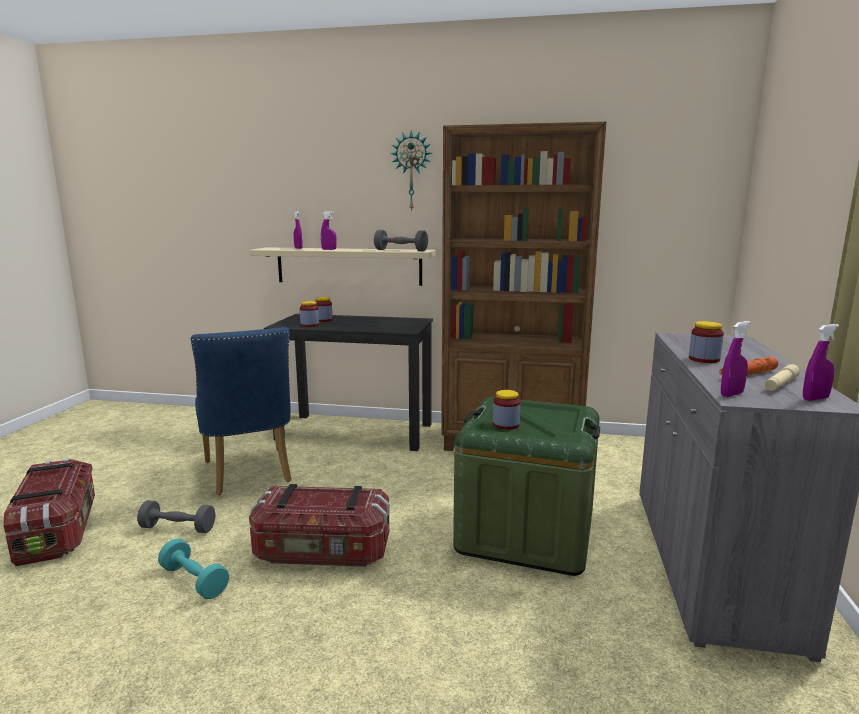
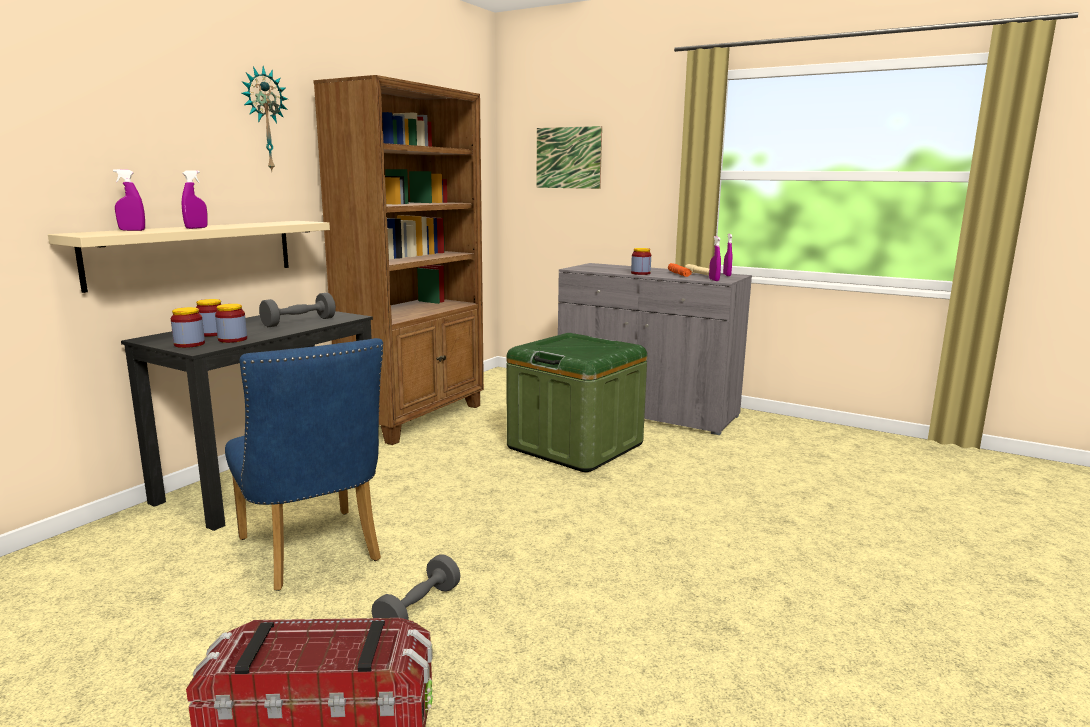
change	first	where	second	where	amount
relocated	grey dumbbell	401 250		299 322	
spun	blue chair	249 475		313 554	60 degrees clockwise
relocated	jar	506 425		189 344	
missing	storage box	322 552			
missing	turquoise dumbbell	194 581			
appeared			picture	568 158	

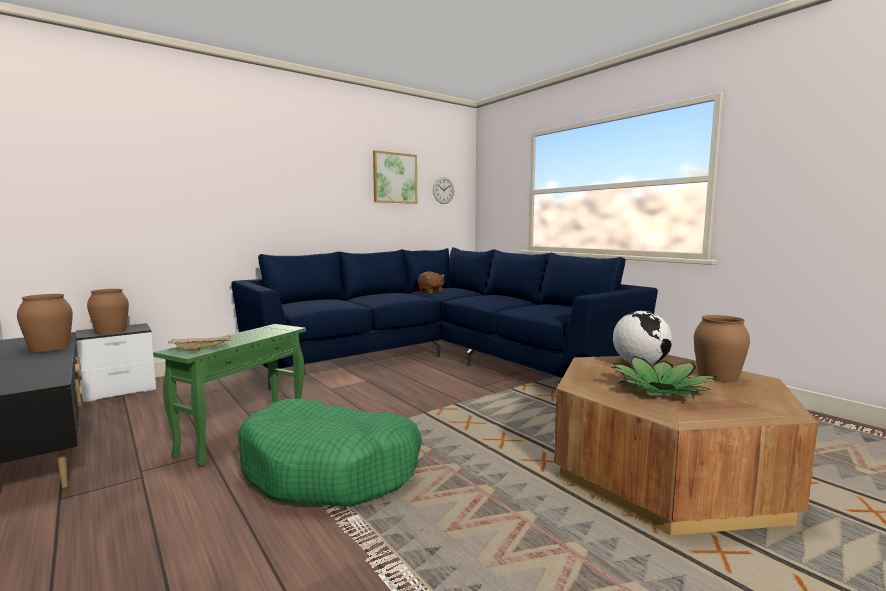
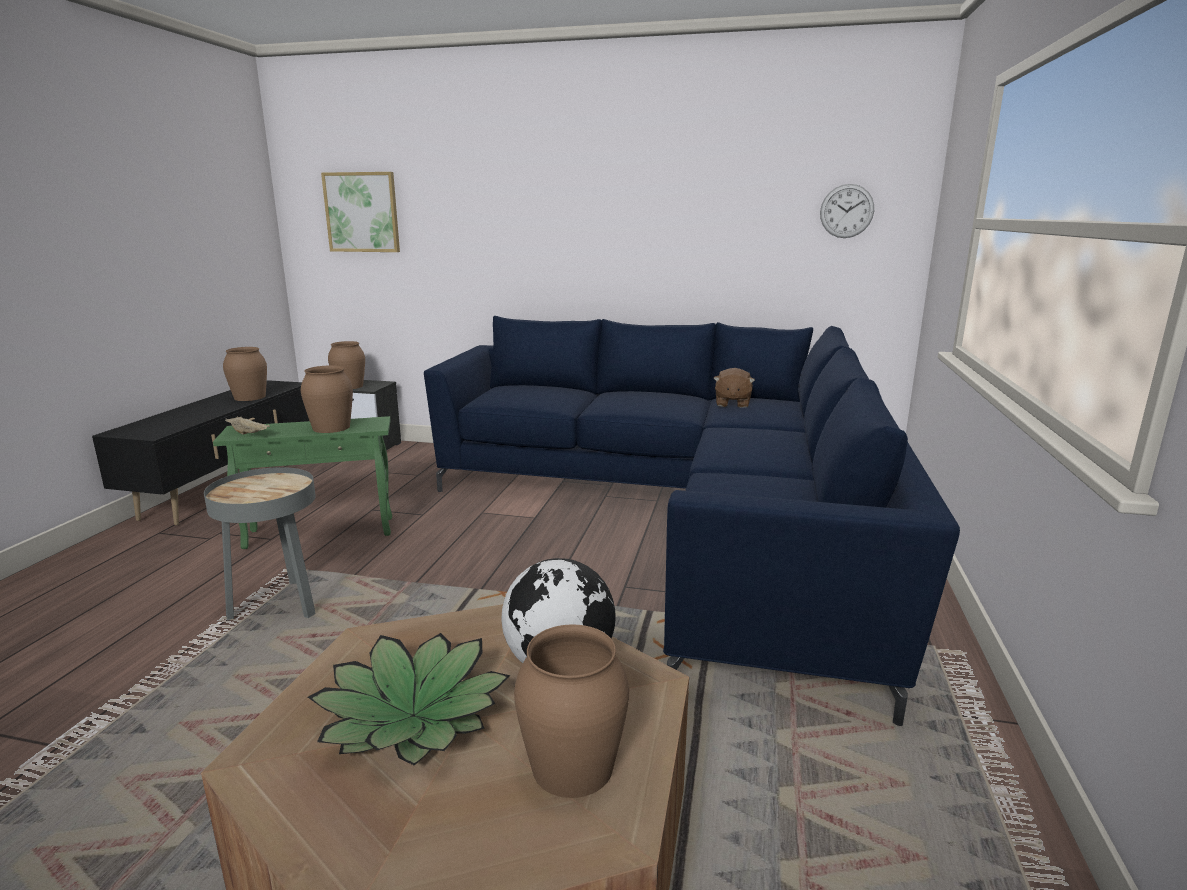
change	first	where	second	where	amount
relocated	picture	395 178		362 212	
exchanged	green dog bed	331 470	grey side table	278 605	
appeared			brown vase	331 427	

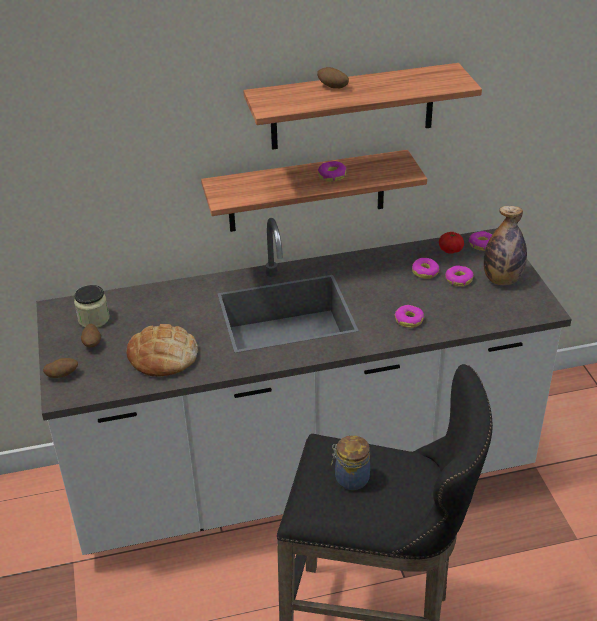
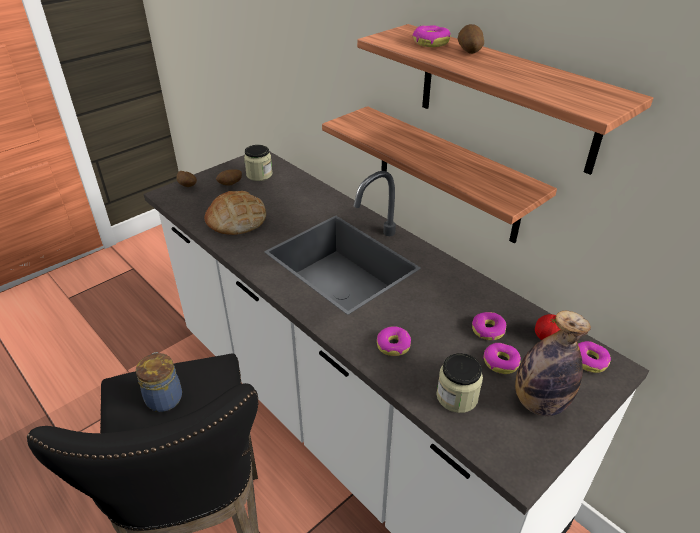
change	first	where	second	where	amount
relocated	donut	332 176		430 42	
appeared			jar	457 396	

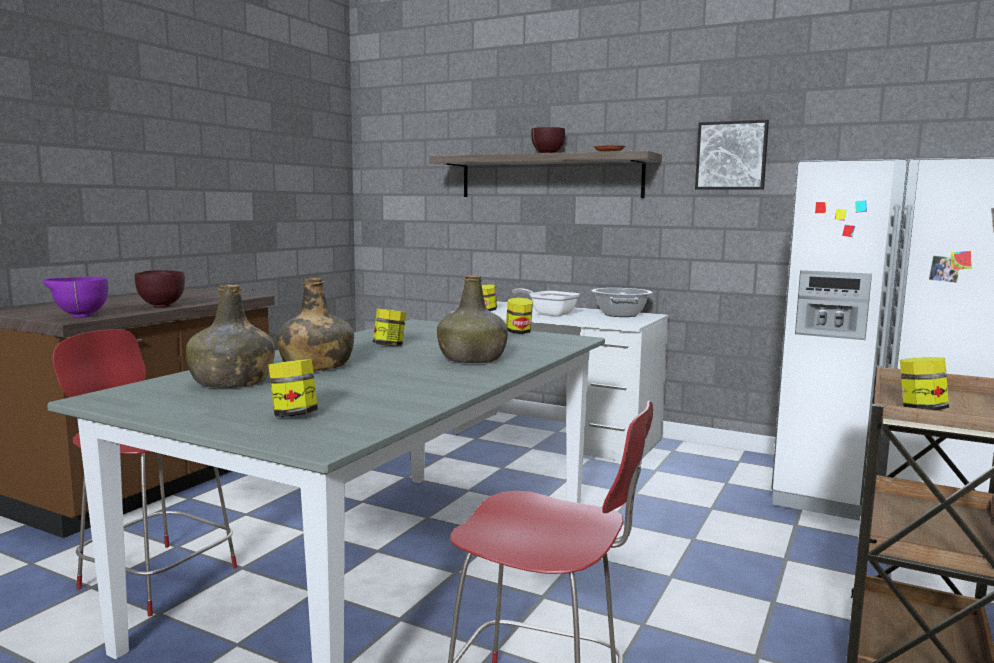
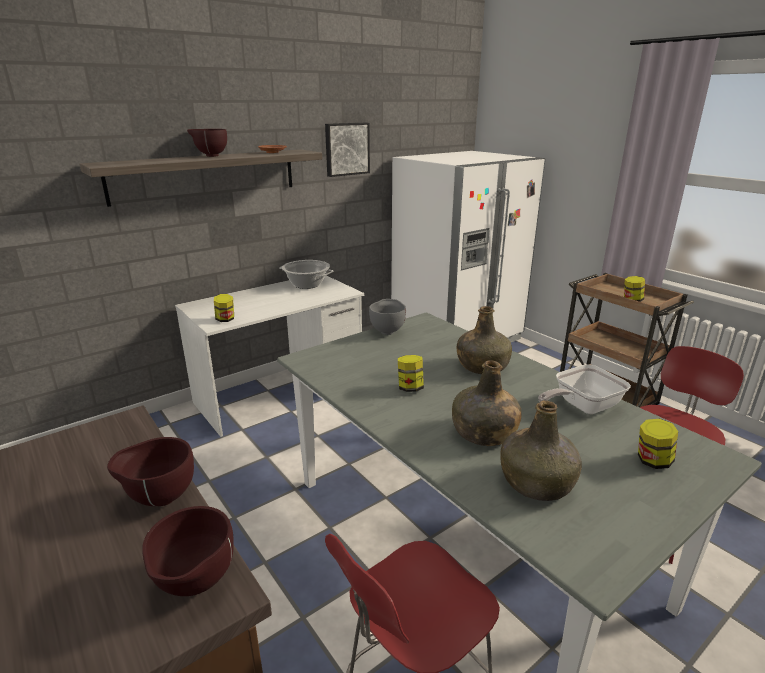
change	first	where	second	where	amount
colour	purple bowl	78 316	brown bowl	195 585	
relocated	frying pan	549 314		581 406	
exchanged	jar	519 332	grey bowl	387 331	

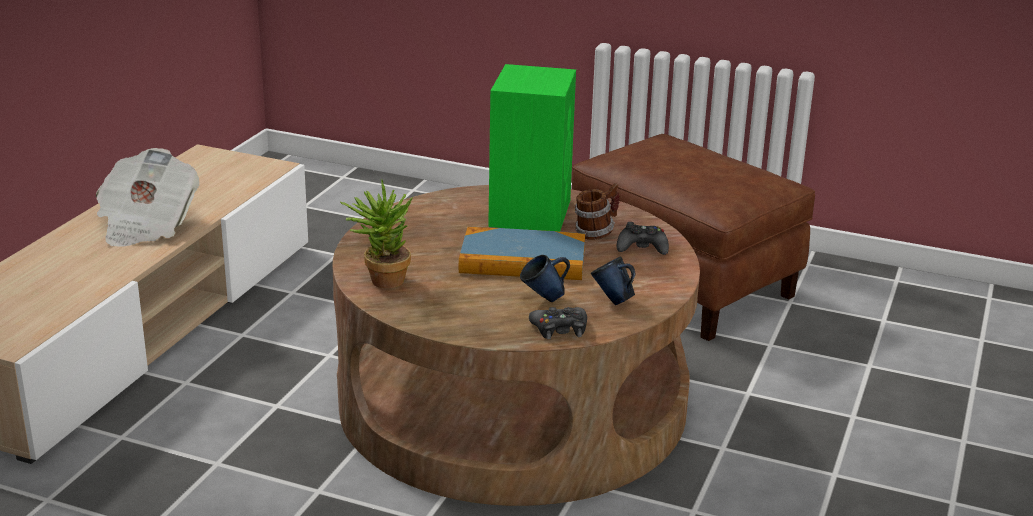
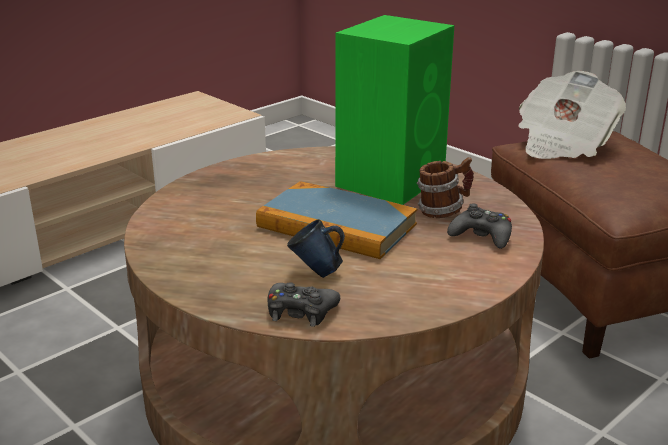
change	first	where	second	where	amount
relocated	newspaper	146 225		563 143	
missing	potted plant	380 280			
missing	blue mug	613 301			

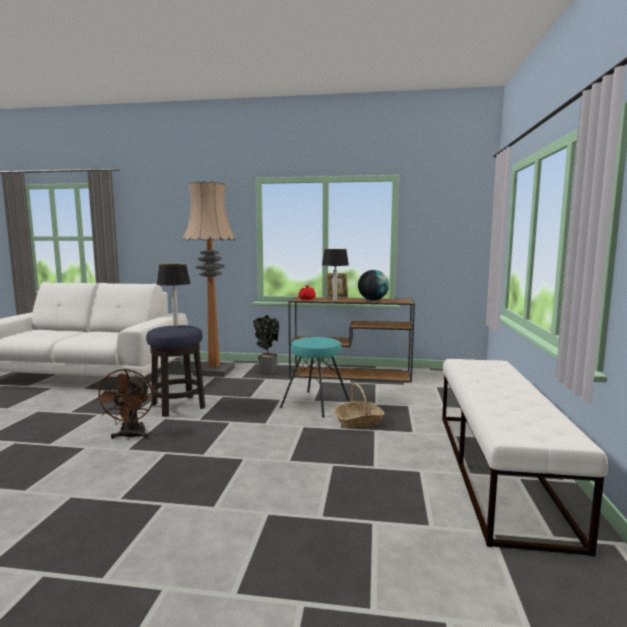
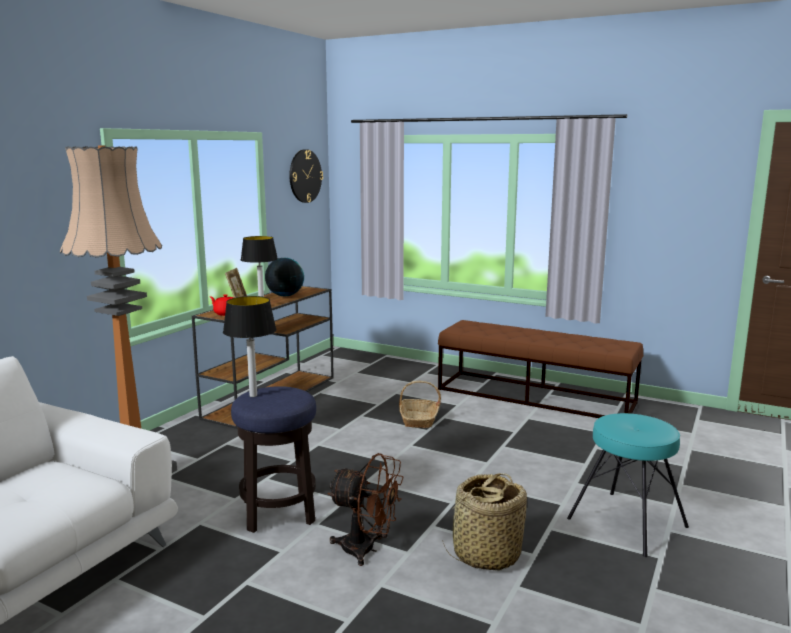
change	first	where	second	where	amount
missing	potted plant	266 372			
relocated	turquoise stool	316 403		627 522	
colour	white bench	497 469	brown bench	535 396	
appeared			wall clock	305 176	
appeared			basket	486 554	

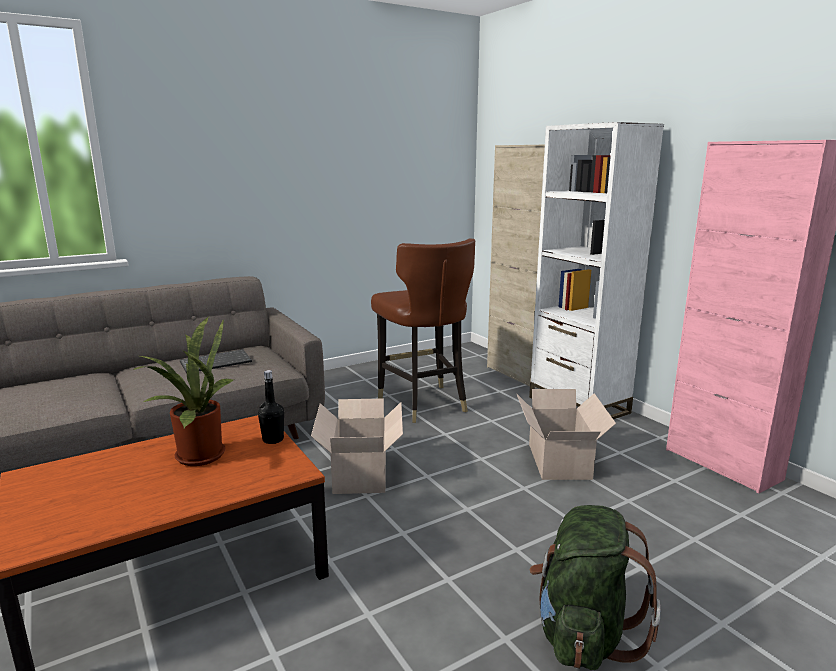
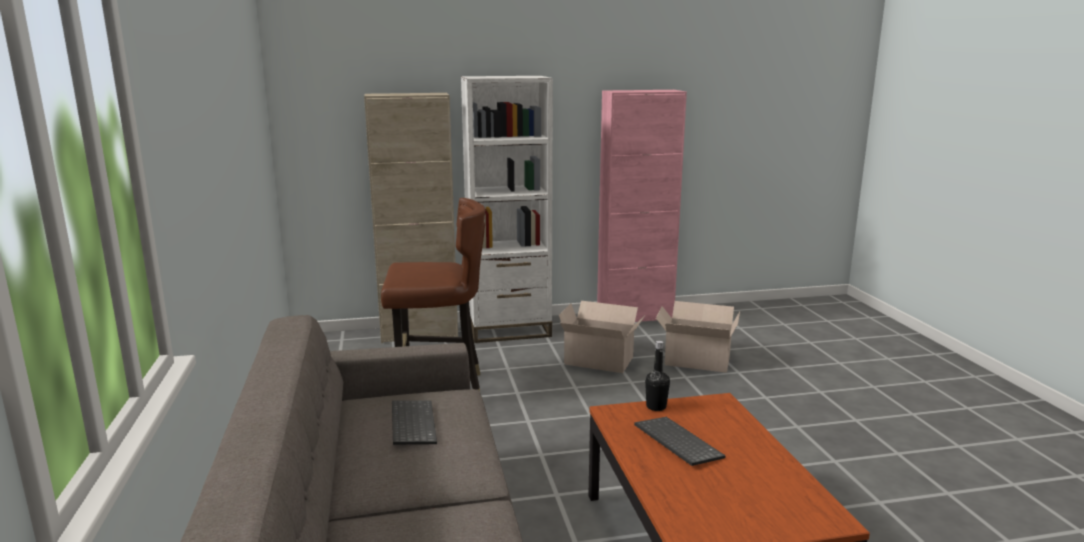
change	first	where	second	where	amount
exchanged	potted plant	196 455	keyboard	675 442	
relocated	cardboard box	361 472		695 360	
missing	green backpack	583 634			

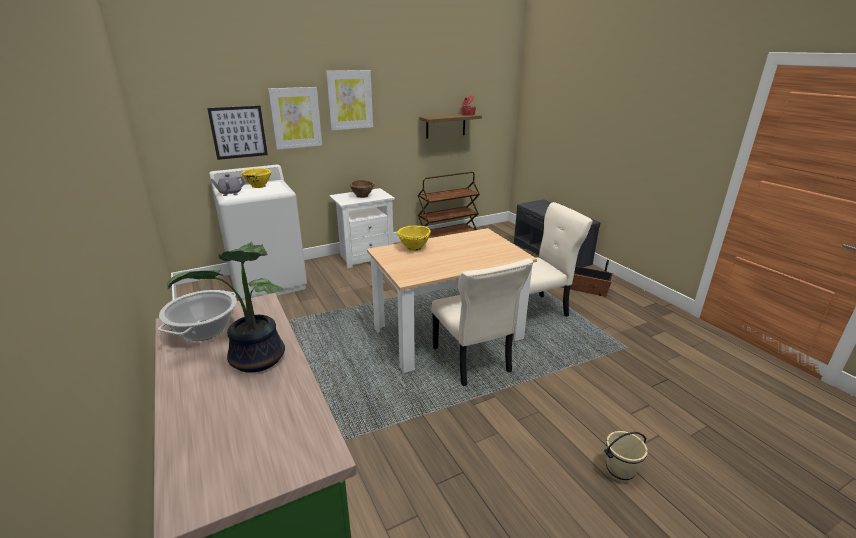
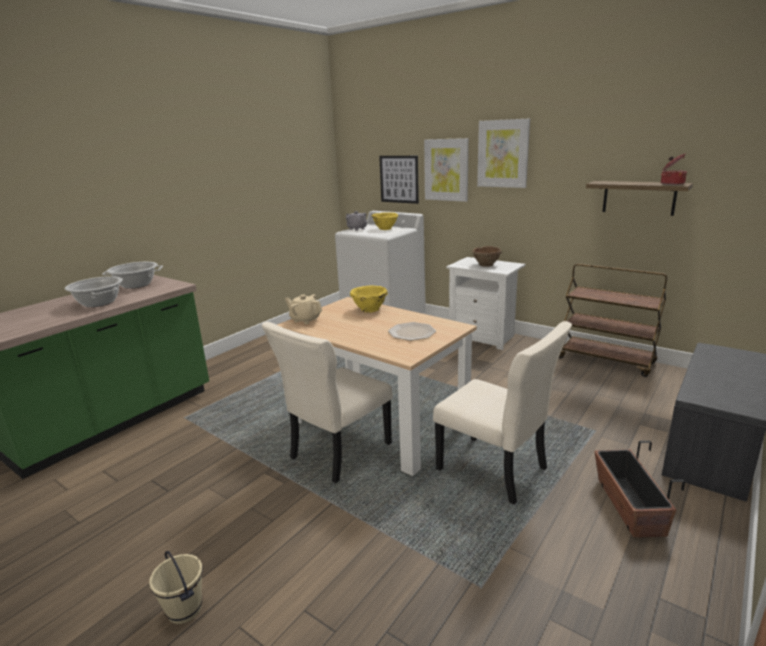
change	first	where	second	where	amount
exchanged	potted plant	256 361	cooking pot	98 303	
appeared			beige teapot	305 320	
appeared			plate	411 333	

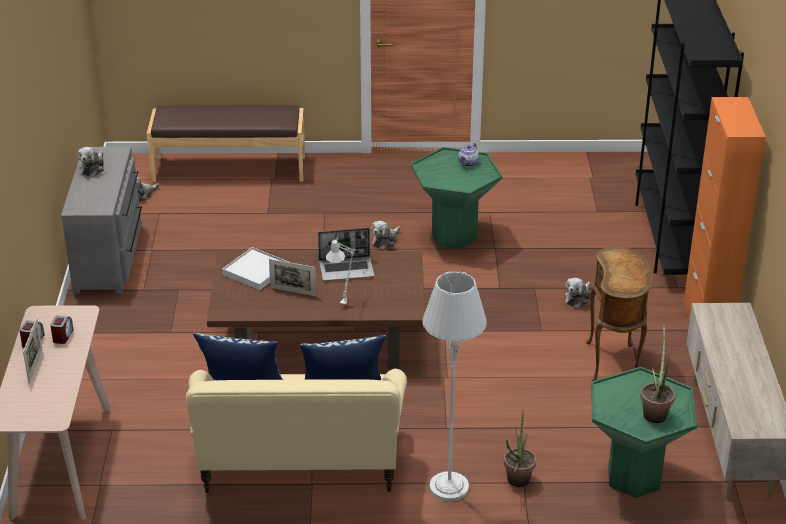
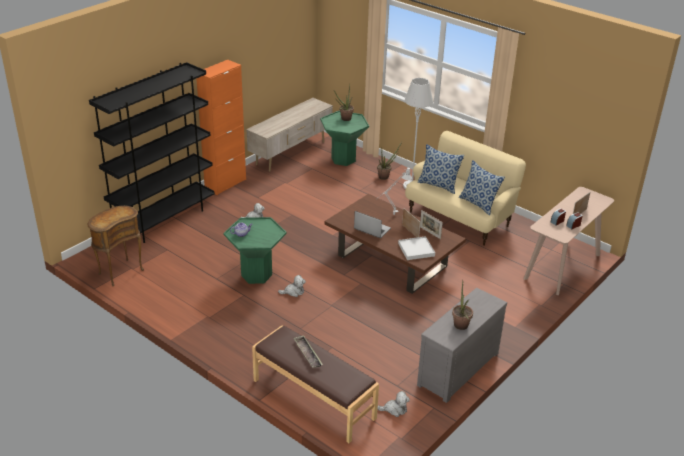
change	first	where	second	where	amount
exchanged	plush toy	93 168	potted plant	461 327	
relocated	brown side table	614 362		119 272	
appeared			picture frame	430 233	
appeared			tray	307 354	

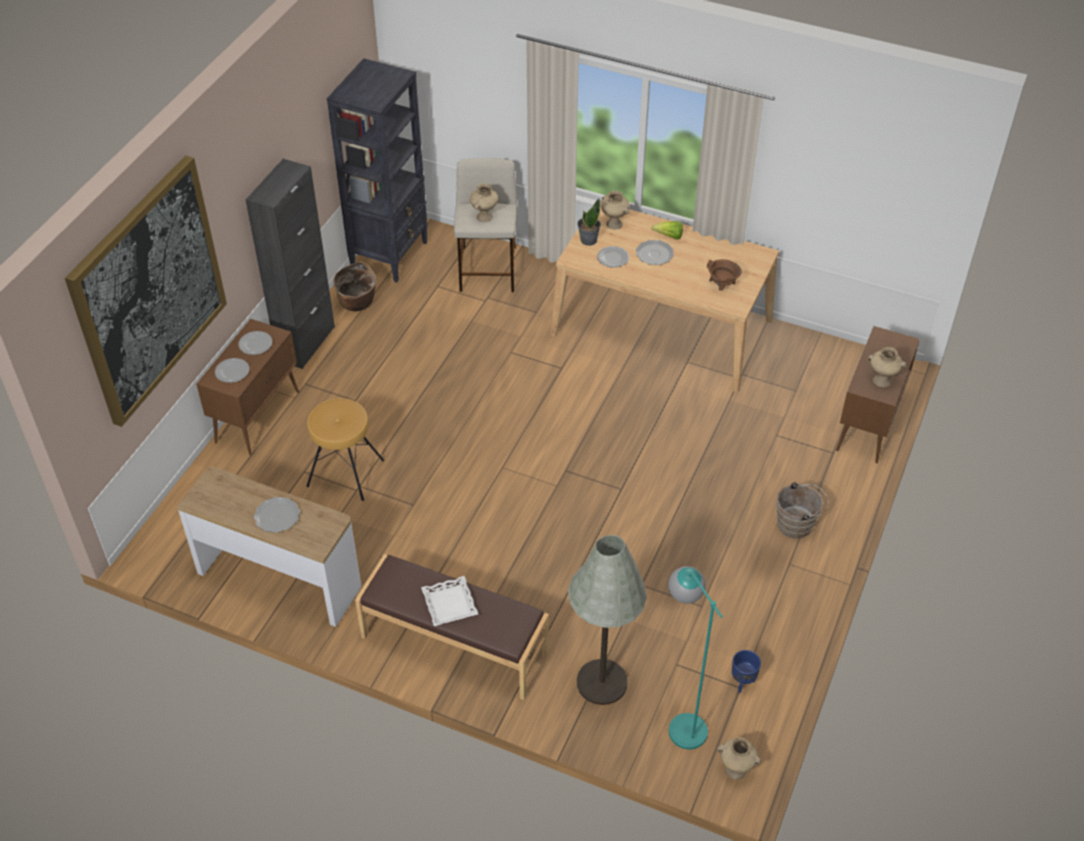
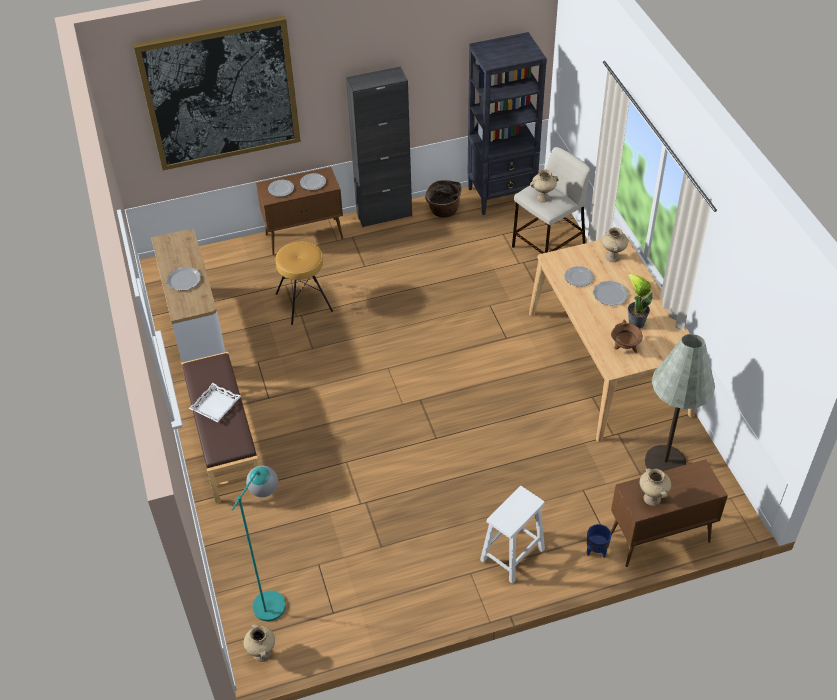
change	first	where	second	where	amount
relocated	potted plant	588 240		636 323	
exchanged	brown bucket	797 525	white stool	512 555	
relocated	grey floor lamp	602 682		665 462	
relocated	blue planter	742 682		595 551	

